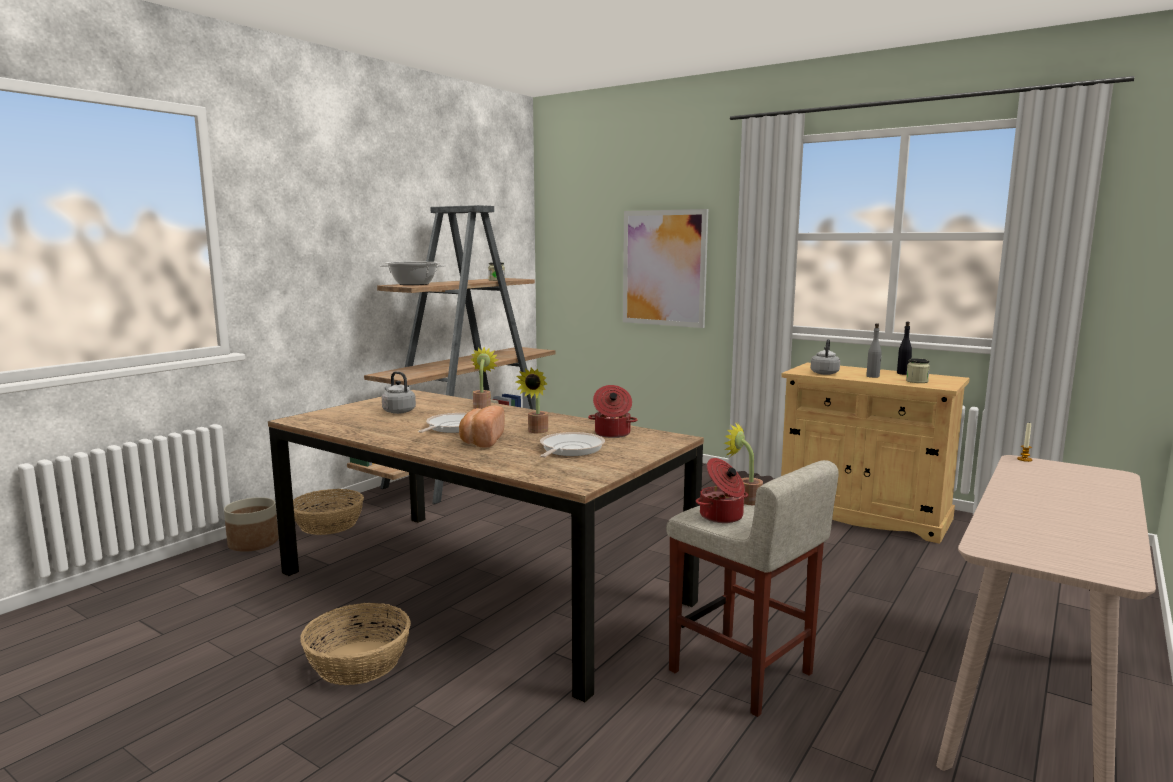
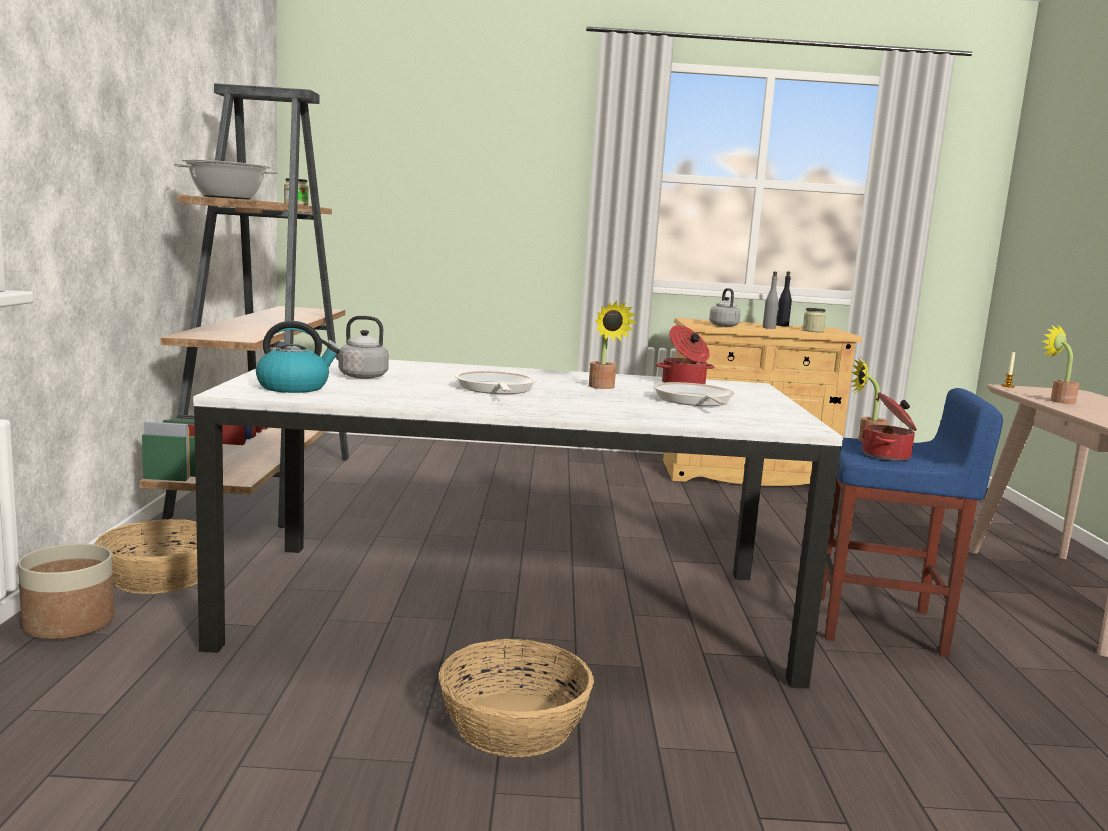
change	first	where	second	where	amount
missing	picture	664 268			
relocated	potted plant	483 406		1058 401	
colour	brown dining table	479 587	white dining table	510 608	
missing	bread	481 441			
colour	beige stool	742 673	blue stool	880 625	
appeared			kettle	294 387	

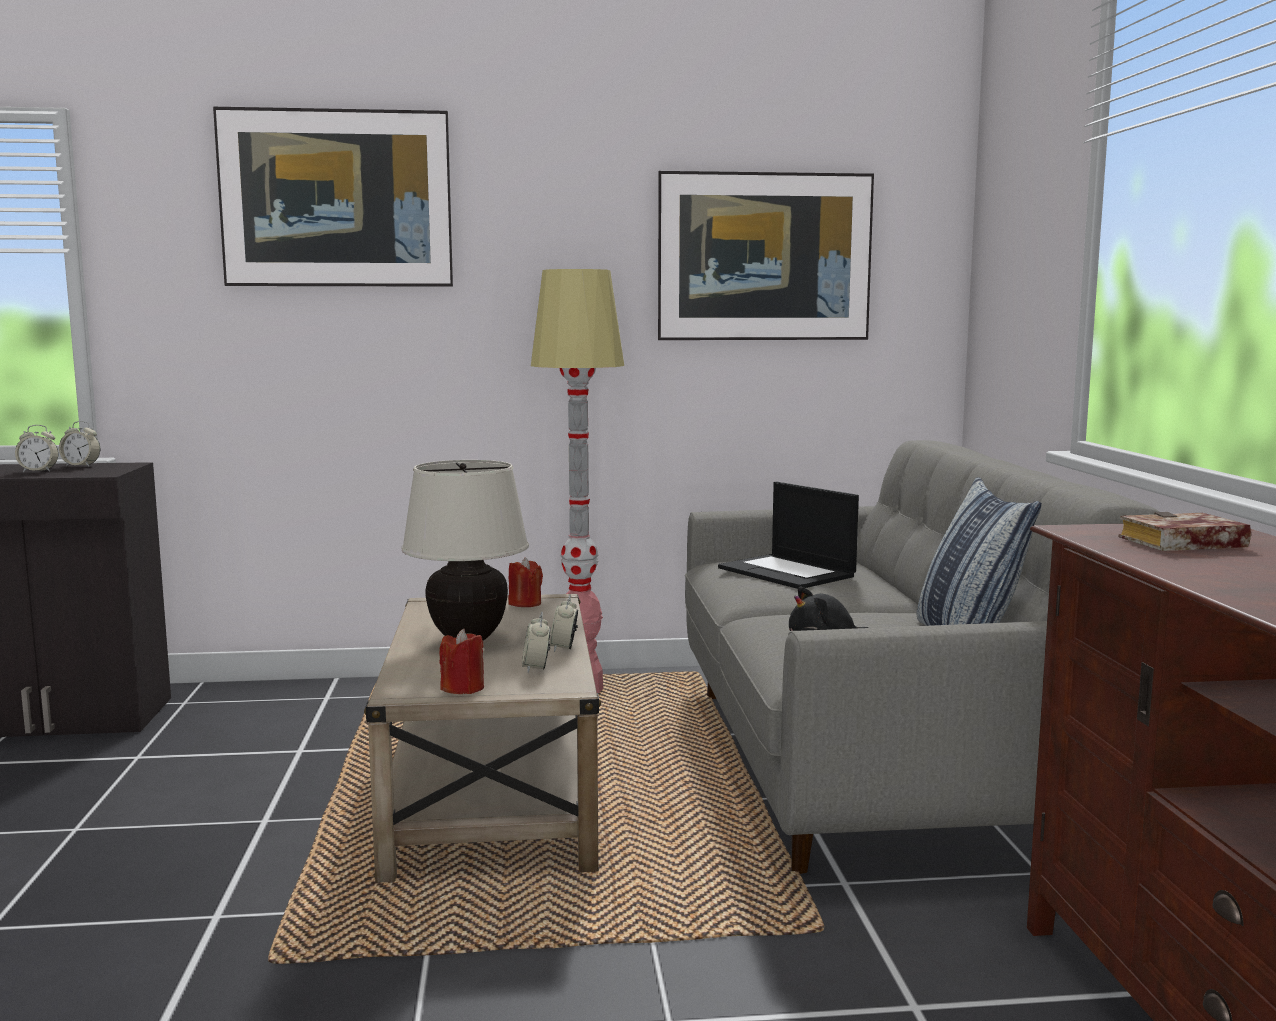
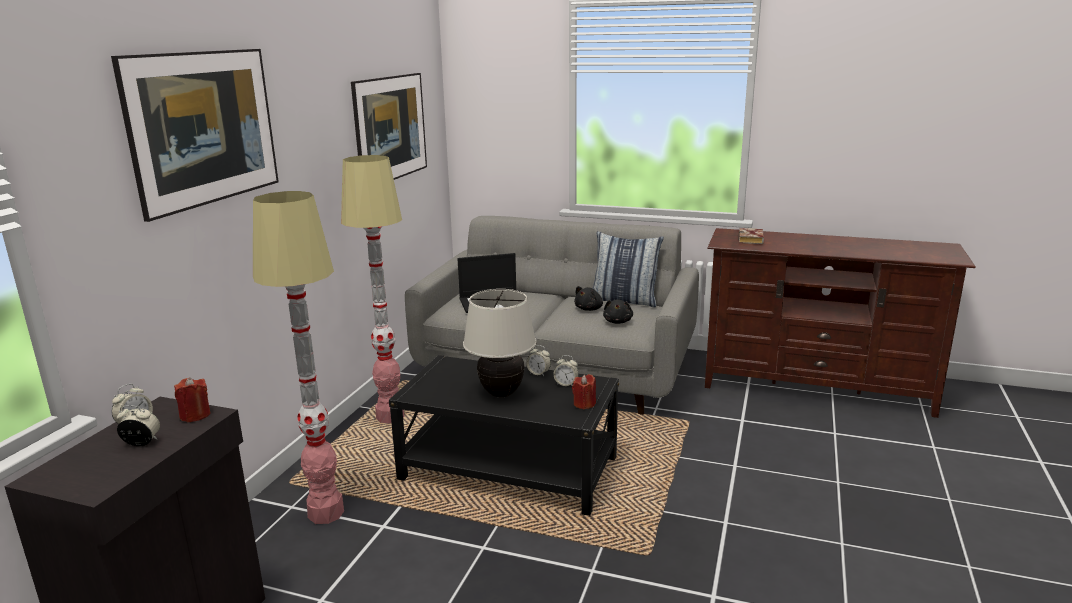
change	first	where	second	where	amount
spun	alarm clock	38 471		142 443	105 degrees counterclockwise
relocated	red candle	525 603		195 415	
colour	beige coffee table	493 793	black coffee table	509 468	
appeared			floor lamp	325 513	
appeared			black plush toy	589 309	

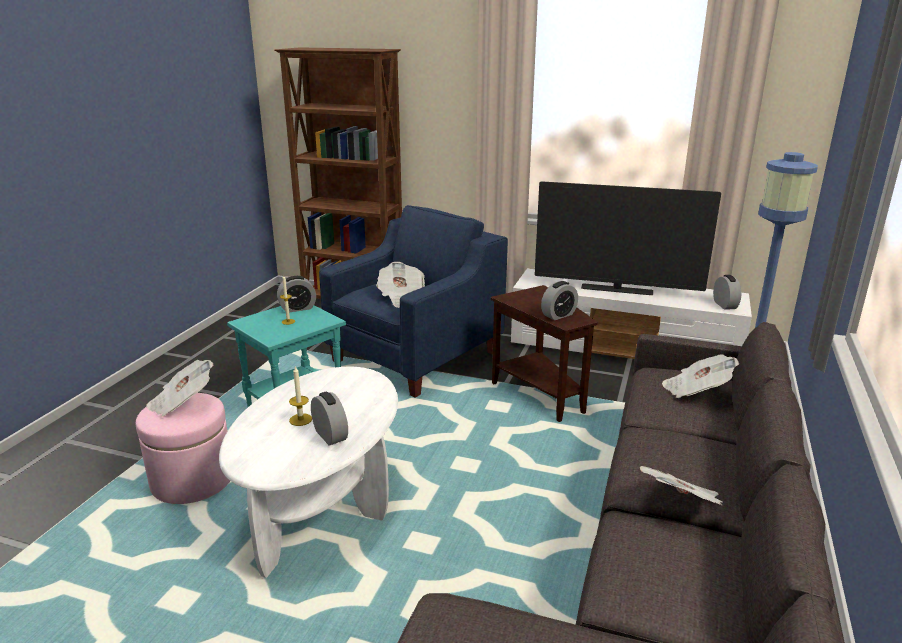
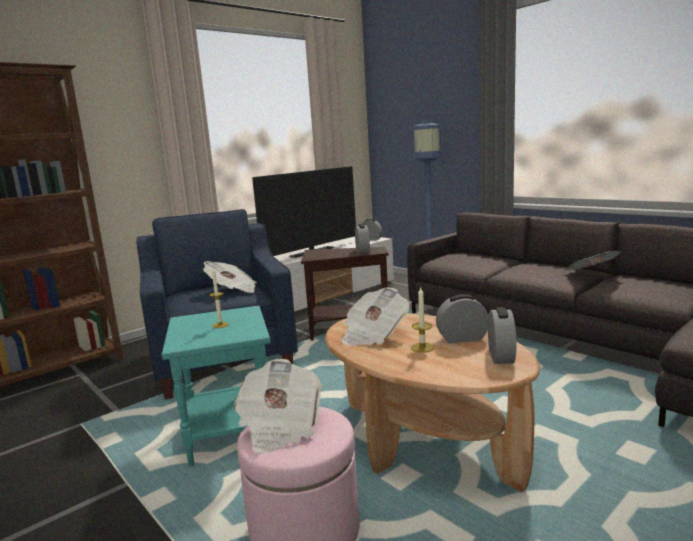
change	first	where	second	where	amount
relocated	alarm clock	297 308		501 356	
relocated	newspaper	696 391		373 335	
colour	white coffee table	322 506	brown coffee table	424 443	

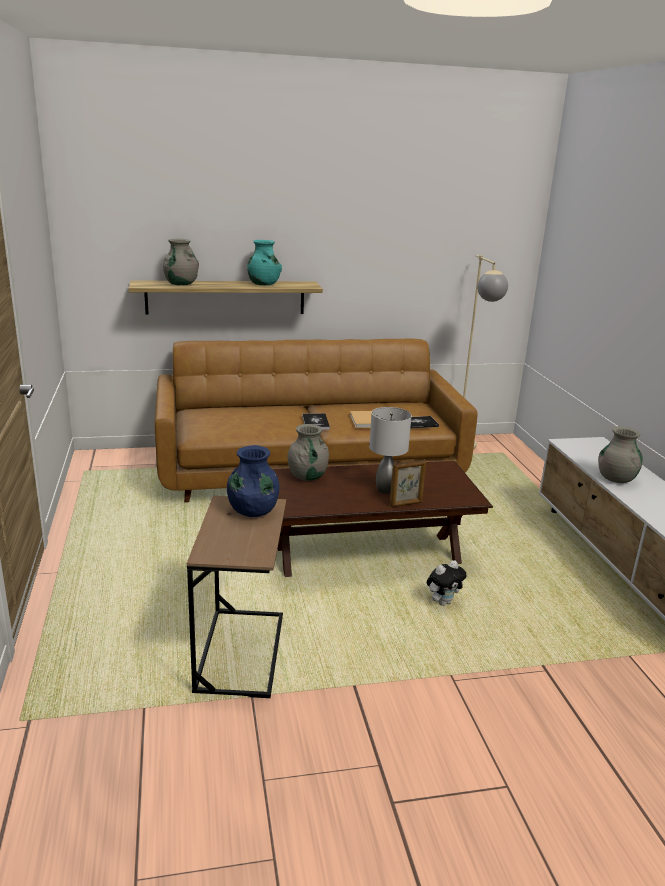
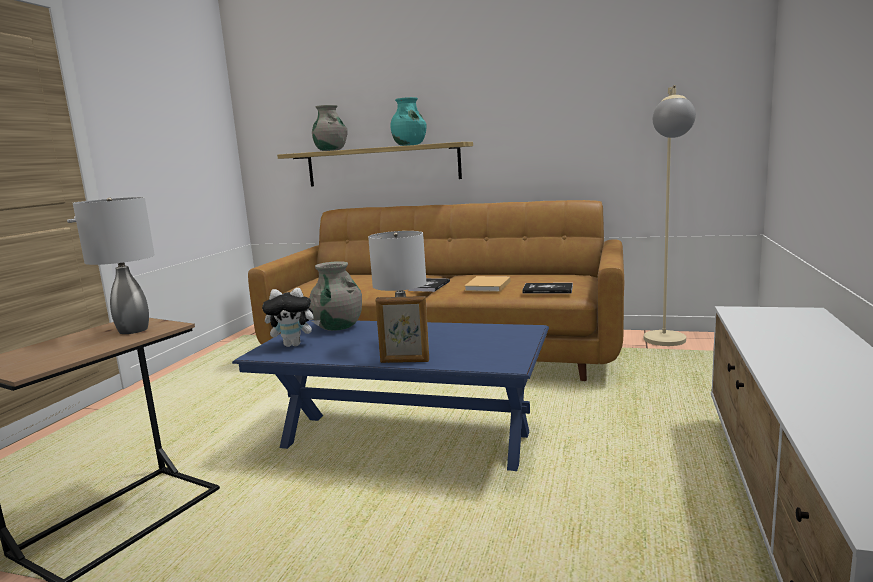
change	first	where	second	where	amount
missing	grey vase	616 478			
exchanged	blue vase	253 511	grey table lamp	134 330	
colour	brown coffee table	368 555	blue coffee table	405 441	
relocated	plush toy	443 602		294 344	

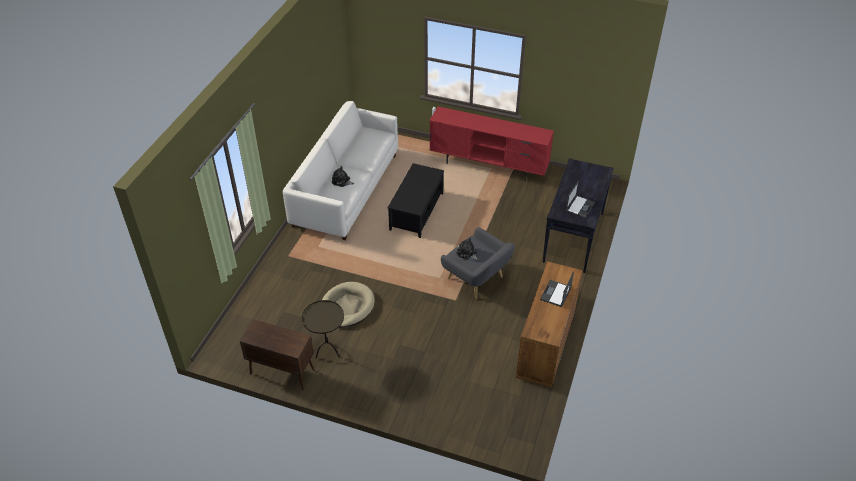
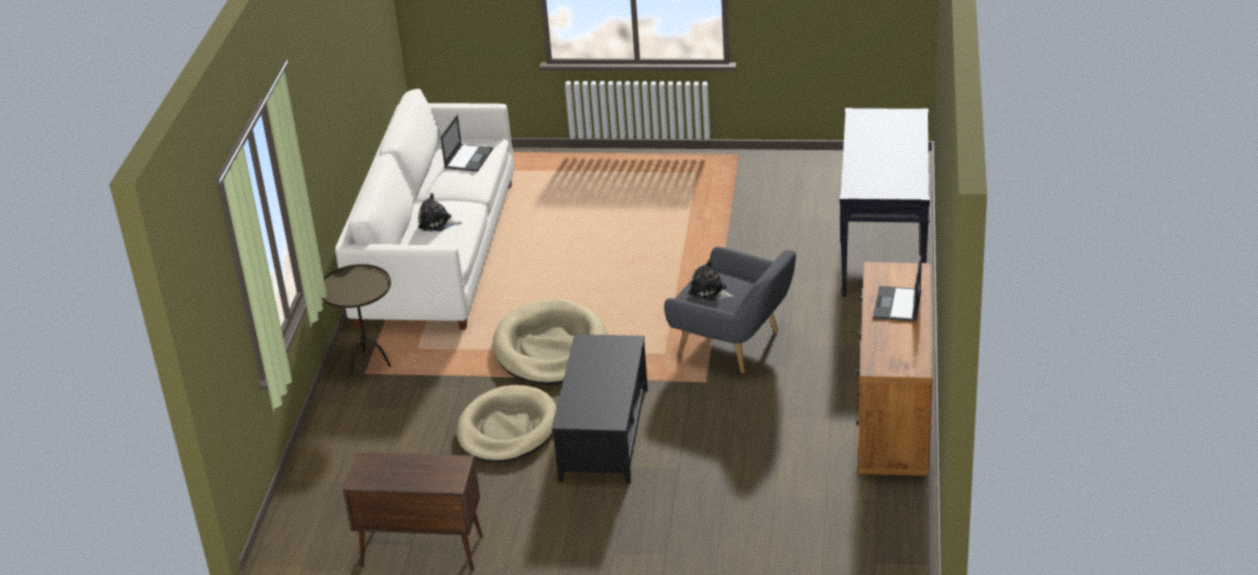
change	first	where	second	where	amount
missing	red tv stand	489 166			
relocated	black coffee table	416 211		603 434	
relocated	laptop	580 206		468 158	
relocated	brown side table	327 352		368 364	
appeared			beige dog bed	551 348	

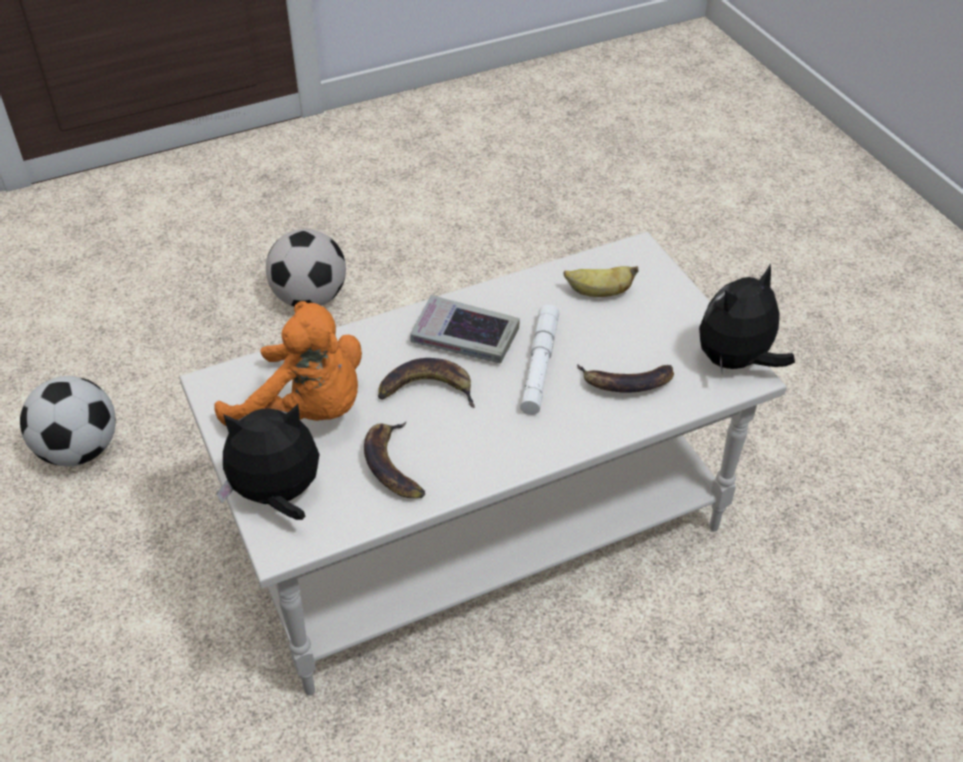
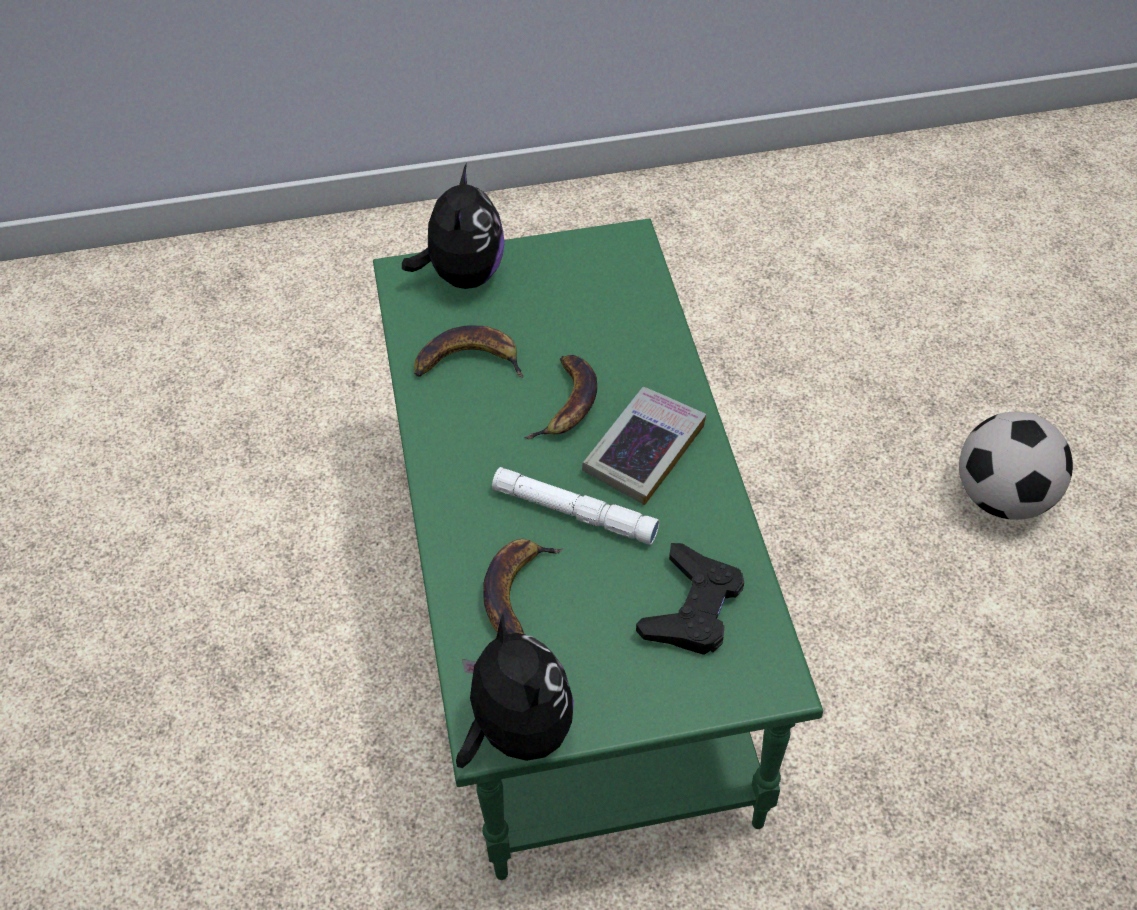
change	first	where	second	where	amount
colour	white coffee table	479 533	green coffee table	569 613	
exchanged	banana	598 293	black game controller	692 608	
missing	orange plush toy	306 412			
missing	football	80 450			

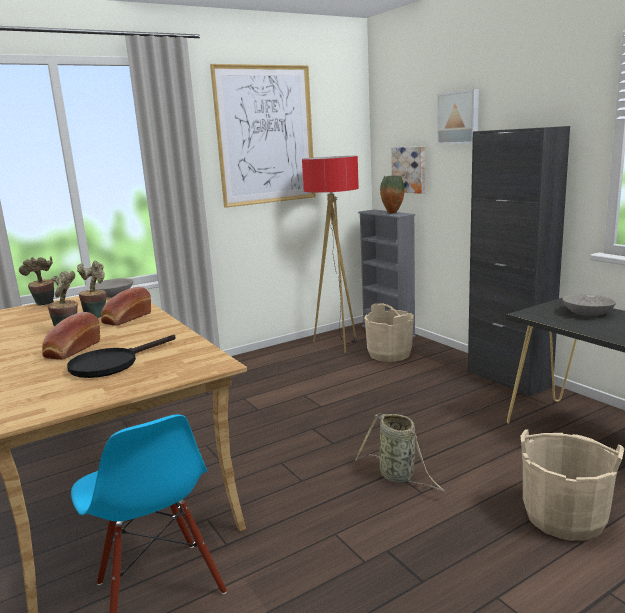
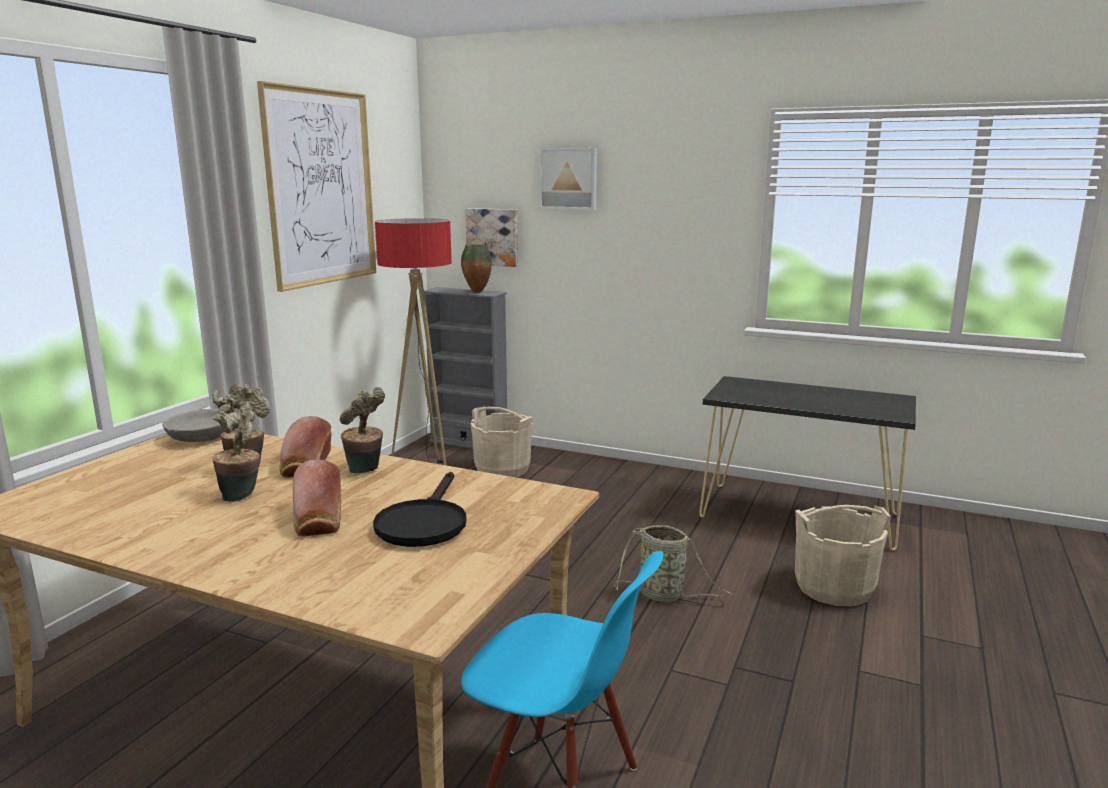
change	first	where	second	where	amount
missing	black cabinet	508 379			
relocated	potted plant	44 305		365 471	
missing	grey bowl	587 313			

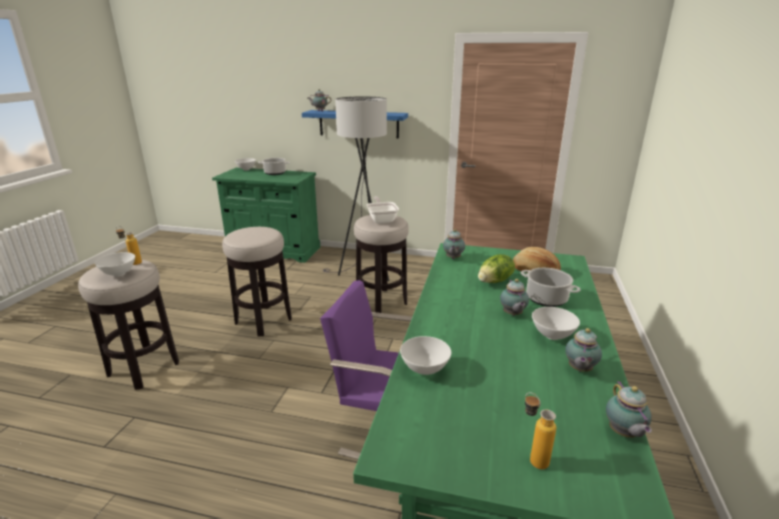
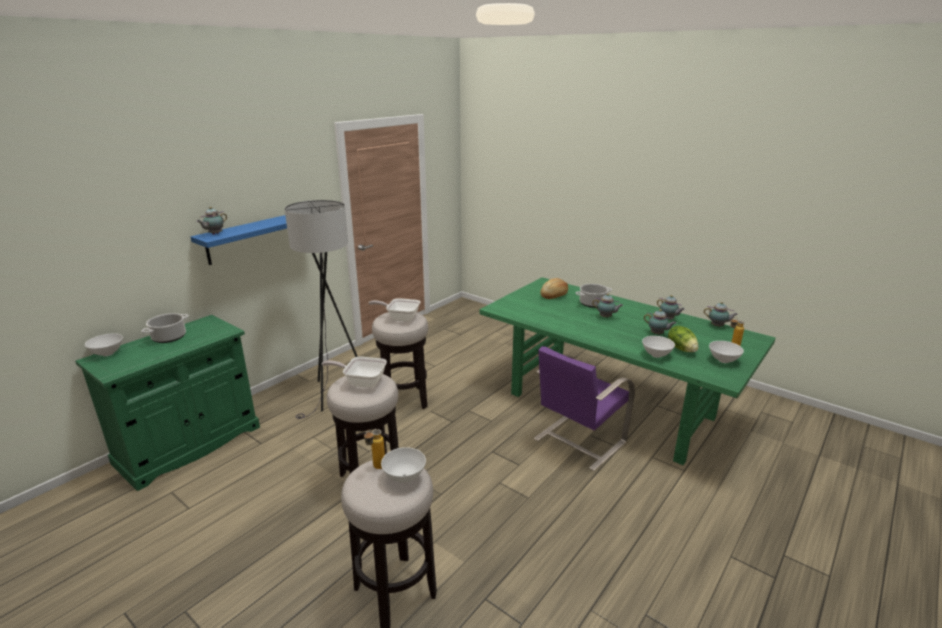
change	first	where	second	where	amount
relocated	teapot	453 258		657 334	
relocated	lettuce	495 281		682 348	
relocated	white bowl	551 336		723 361	
appeared			frying pan	362 382	

